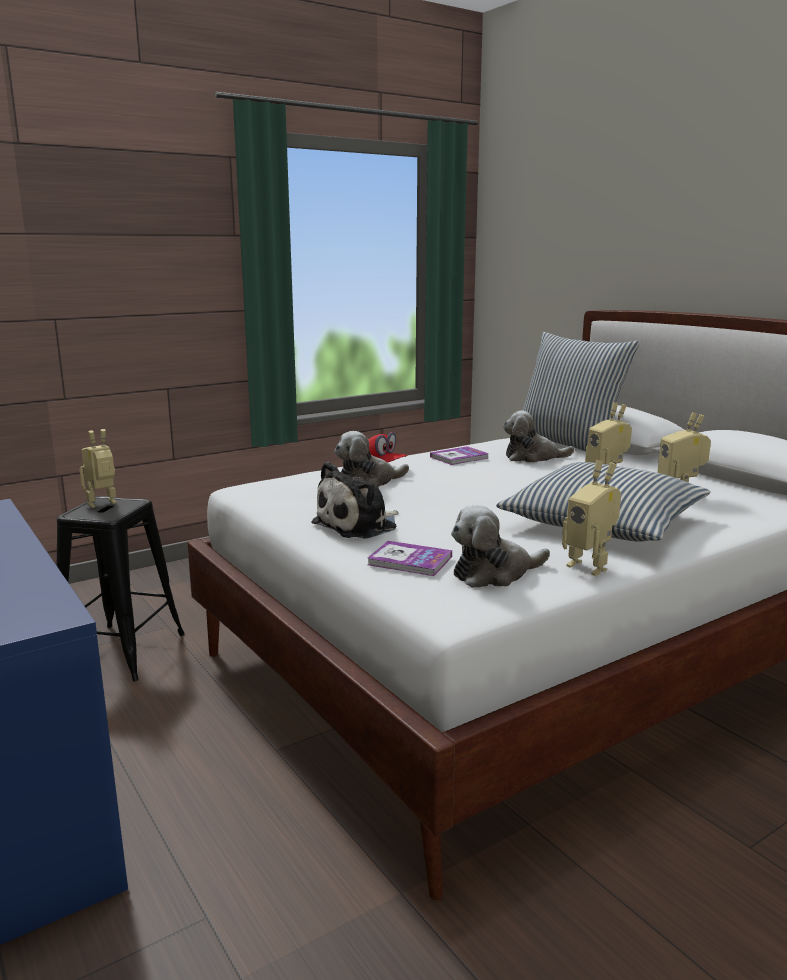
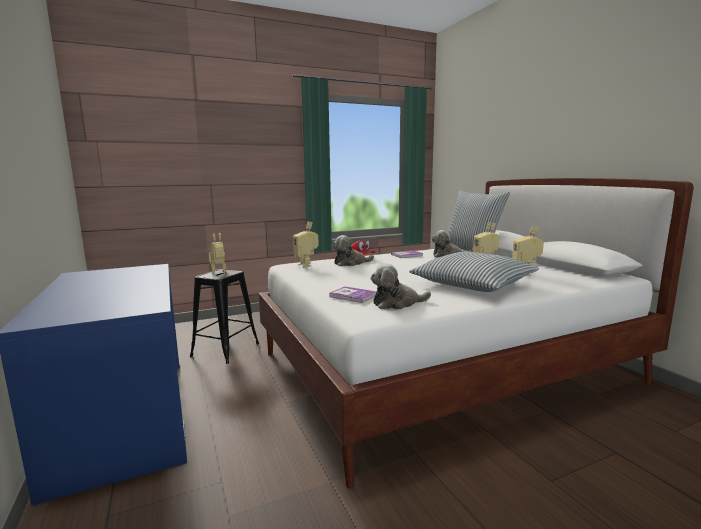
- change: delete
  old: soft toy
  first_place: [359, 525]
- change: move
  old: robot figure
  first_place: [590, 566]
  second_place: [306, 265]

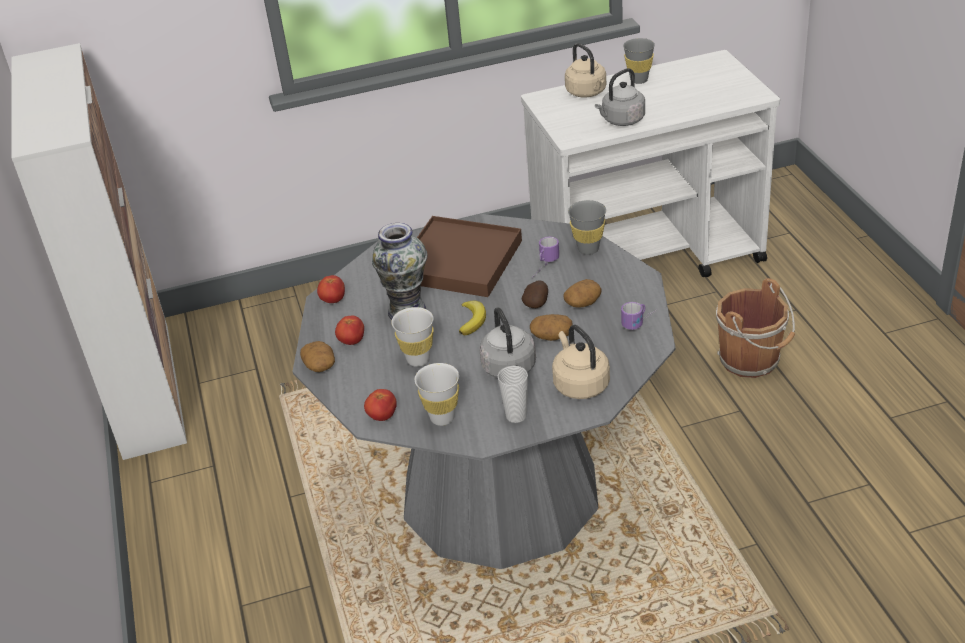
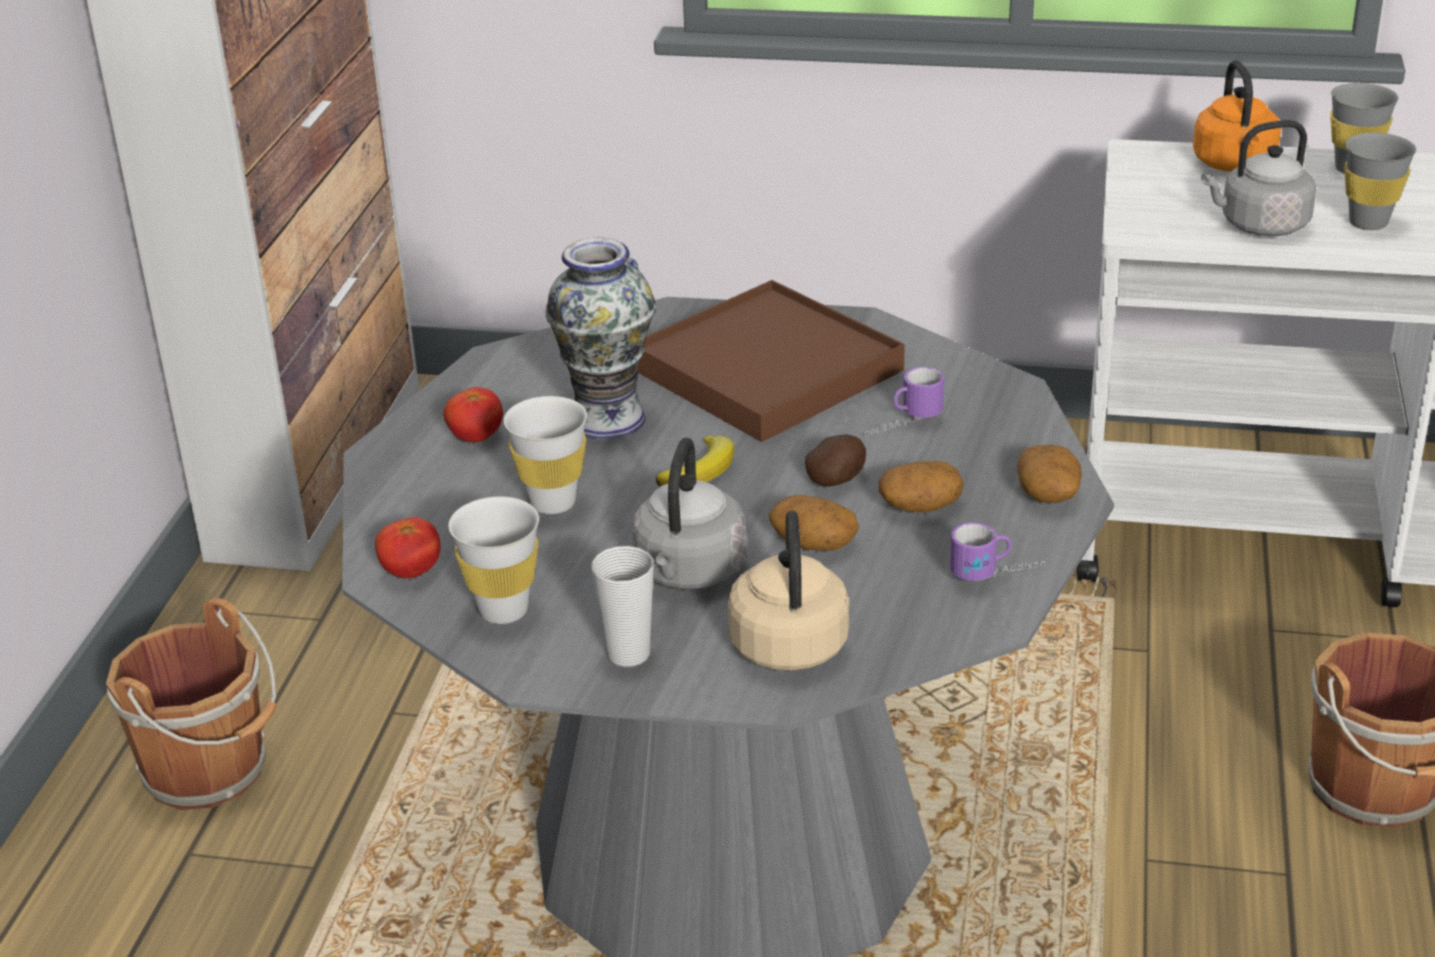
- change: move
  old: spud
  first_place: [320, 366]
  second_place: [1048, 494]
- change: delete
  old: tomato
  first_place: [333, 300]
- change: recolor
  old: beige water kettle
  new: orange-coloured water kettle
  first_place: [587, 93]
  second_place: [1235, 165]
- change: move
  old: greyish drinking cup
  first_place: [588, 249]
  second_place: [1368, 222]
- change: insert
  new: brown water bucket
  second_place: [210, 771]

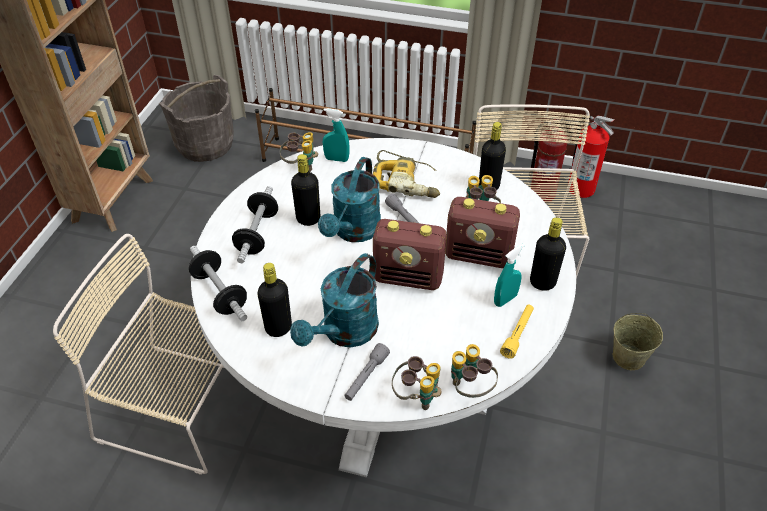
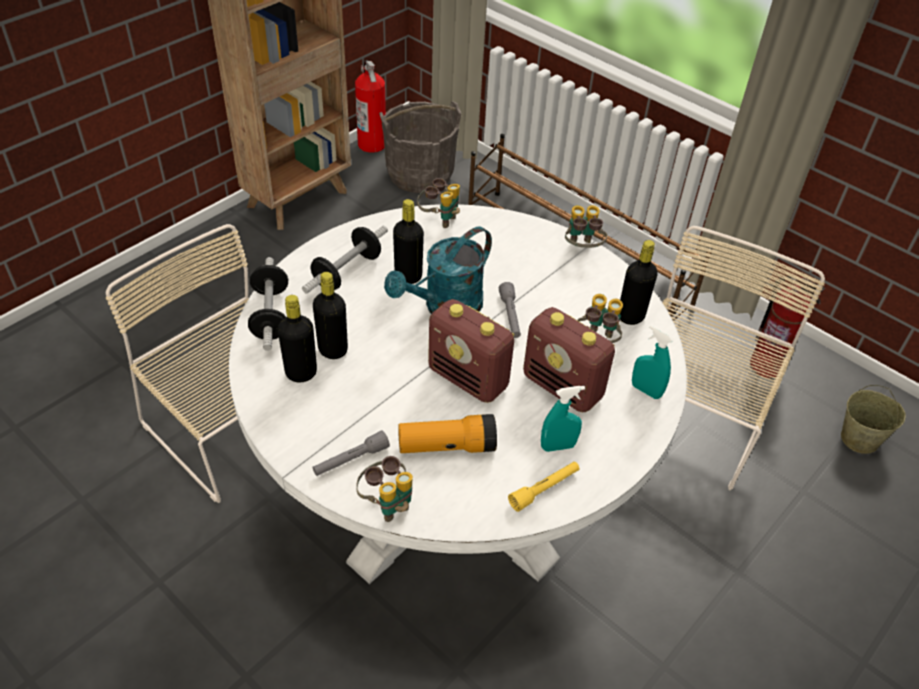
- change: delete
  old: turquoise-coloured sprinkling can
  first_place: [344, 333]
- change: move
  old: turquoise-coloured hand sprayer
  first_place: [336, 159]
  second_place: [646, 390]
- change: delete
  old: electric drill
  first_place: [407, 181]
- change: move
  old: field glasses
  first_place: [469, 388]
  second_place: [581, 249]
- change: move
  old: blackish bottle
  first_place: [542, 282]
  second_place: [333, 350]
- change: move
  old: fire extinguisher
  first_place: [580, 188]
  second_place: [372, 144]
- change: move
  old: beige water bucket
  first_place: [629, 356]
  second_place: [860, 439]
- change: insert
  new: hand torch
  second_place: [447, 446]

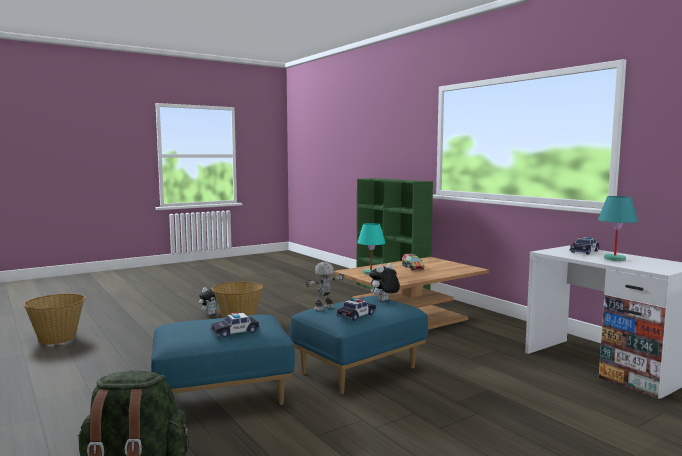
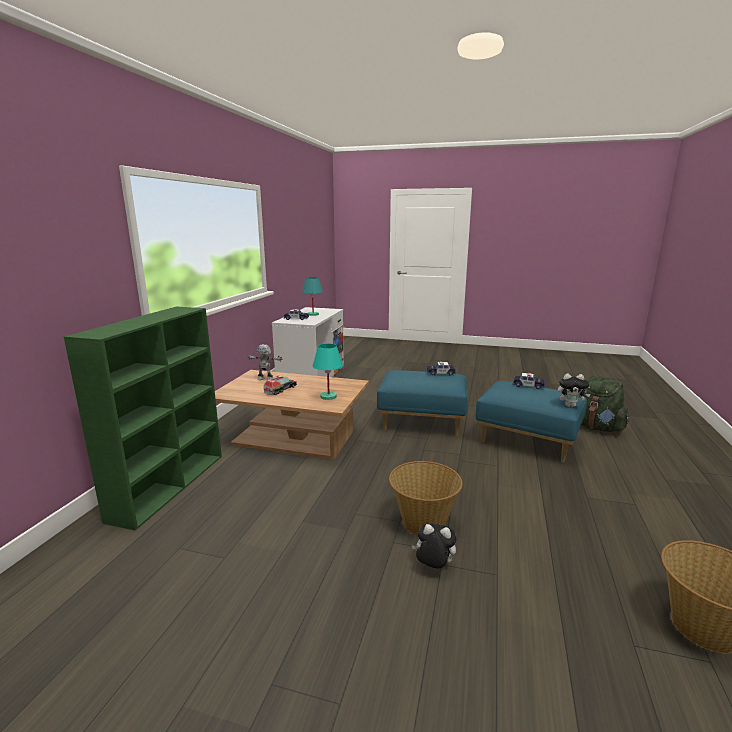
- change: move
  old: robot figure
  first_place: [324, 308]
  second_place: [265, 379]
- change: move
  old: soft toy
  first_place: [384, 301]
  second_place: [570, 405]

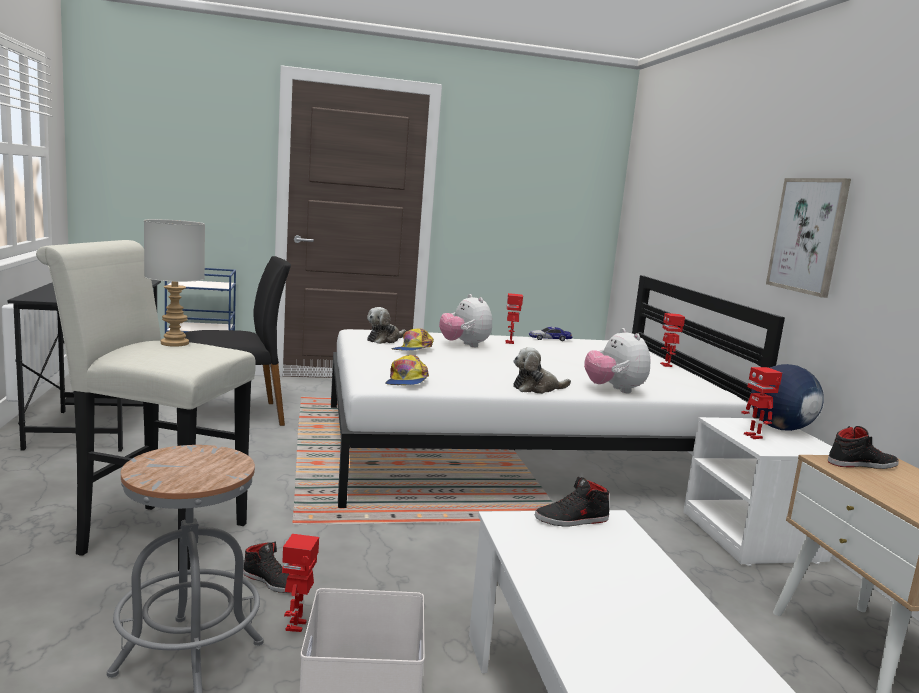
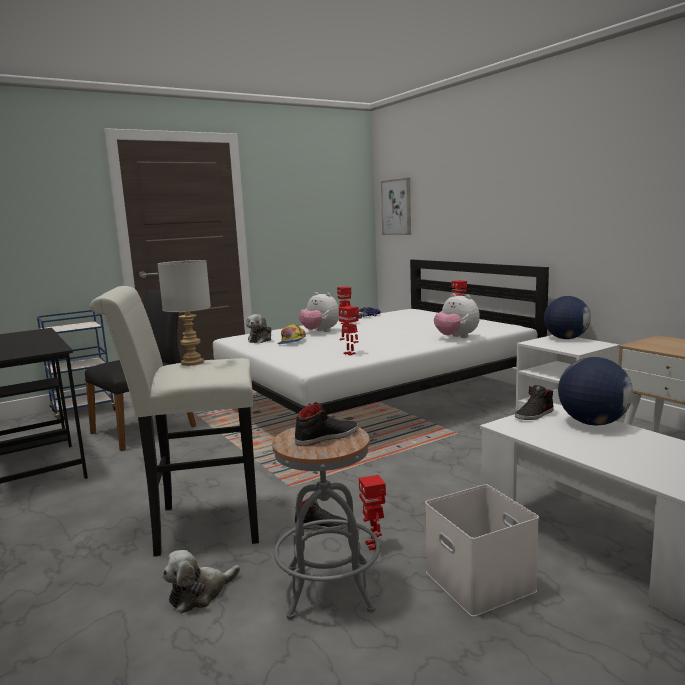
- change: delete
  old: baseball cap
  first_place: [406, 381]
- change: move
  old: soft toy
  first_place: [536, 388]
  second_place: [200, 594]
- change: move
  old: robot figure
  first_place: [754, 436]
  second_place: [350, 353]
- change: move
  old: wall picture
  first_place: [808, 235]
  second_place: [396, 207]
- change: move
  old: blackish low shoe
  first_place: [861, 464]
  second_place: [326, 437]
- change: insert
  new: world globe
  second_place: [592, 423]

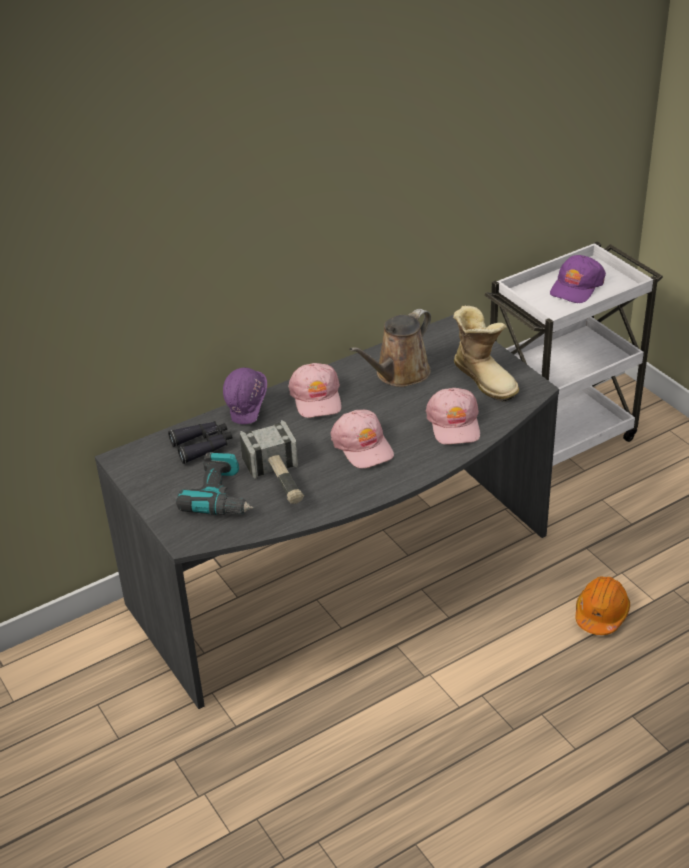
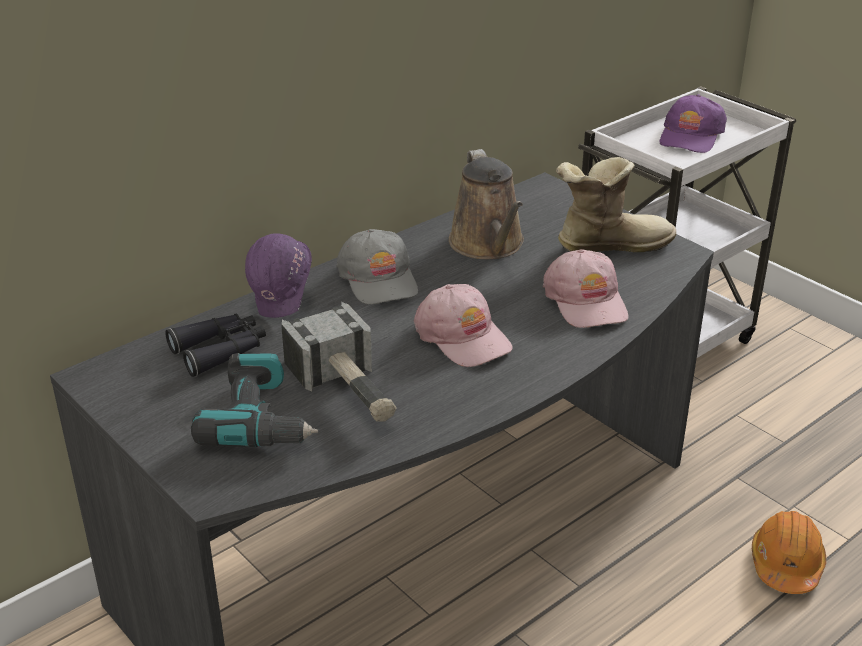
- change: recolor
  old: pinkish baseball cap
  new: greyish baseball cap
  first_place: [316, 398]
  second_place: [379, 279]
- change: rotate
  old: brown sprinkling can
  first_place: [399, 374]
  second_place: [488, 245]
  degrees: -45
- change: rotate
  old: tall boot
  first_place: [485, 378]
  second_place: [609, 244]
  degrees: -60

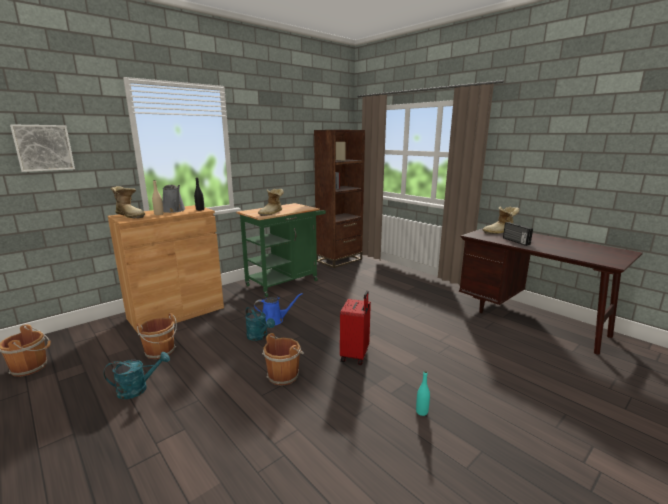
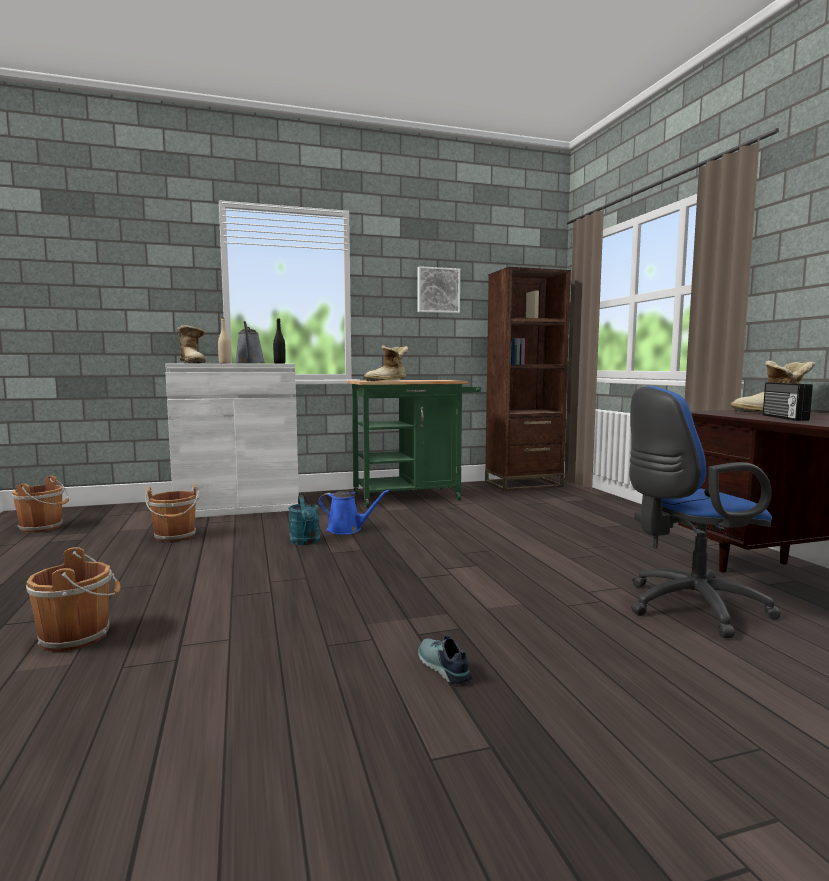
- change: move
  old: wall picture
  first_place: [43, 148]
  second_place: [438, 290]
- change: delete
  old: turquoise-coloured sprinkling can
  first_place: [138, 389]
- change: recolor
  old: brown cupboard
  new: whitish cupboard
  first_place: [176, 313]
  second_place: [238, 507]
- change: move
  old: brown water bucket
  first_place: [284, 375]
  second_place: [78, 636]
- change: delete
  old: red piece of luggage
  first_place: [355, 355]
- change: replace
  old: turquoise-coloured bottle
  new: low shoe
  first_place: [422, 412]
  second_place: [442, 667]
- change: insert
  new: blue-coloured computer chair
  second_place: [688, 607]

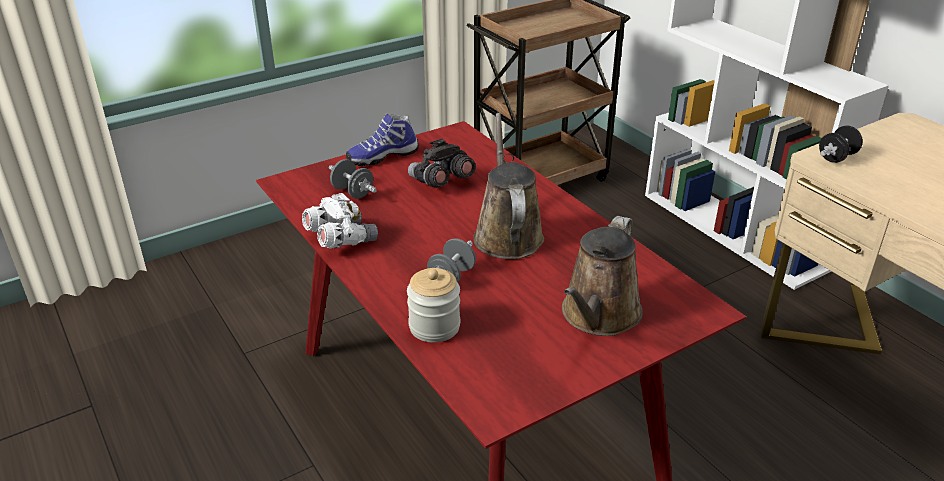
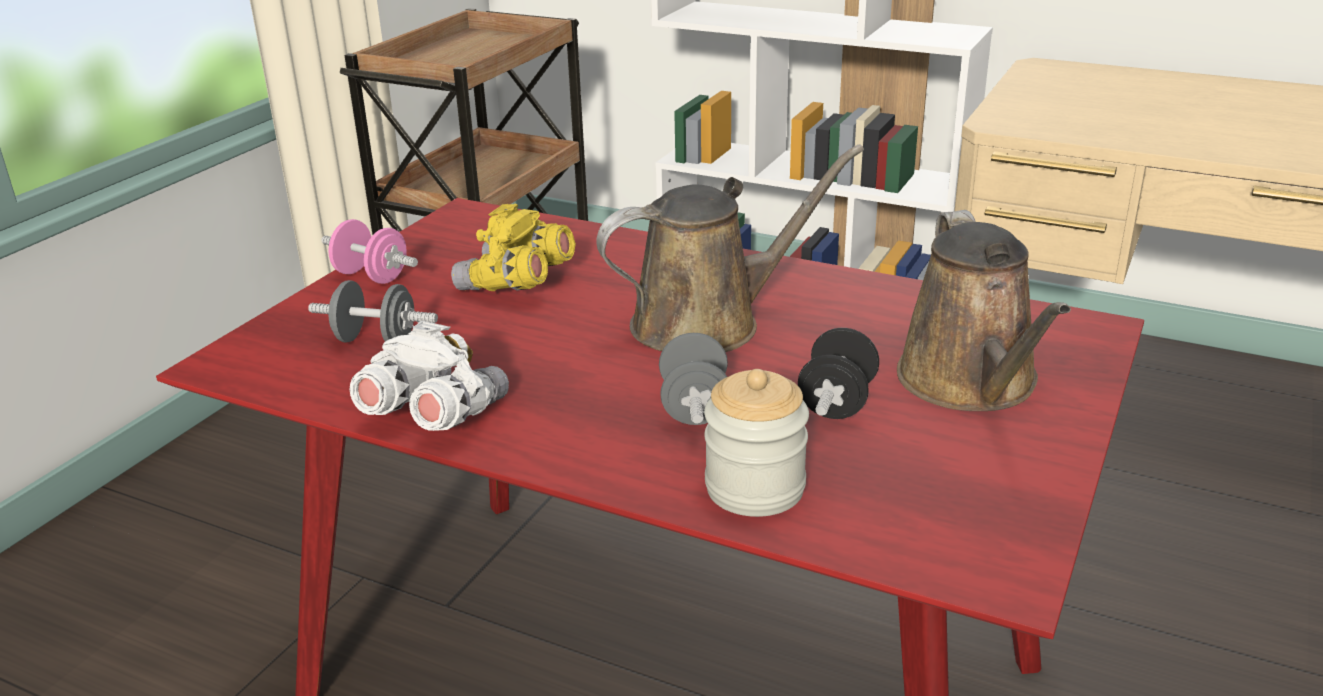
- change: replace
  old: low shoe
  new: pinkish free weight
  first_place: [382, 156]
  second_place: [371, 276]
- change: recolor
  old: greyish field glasses
  new: yellow field glasses
  first_place: [440, 182]
  second_place: [516, 284]
- change: rotate
  old: brown sprinkling can
  first_place: [507, 234]
  second_place: [708, 322]
  degrees: 105
- change: move
  old: blackish free weight
  first_place: [837, 157]
  second_place: [837, 402]

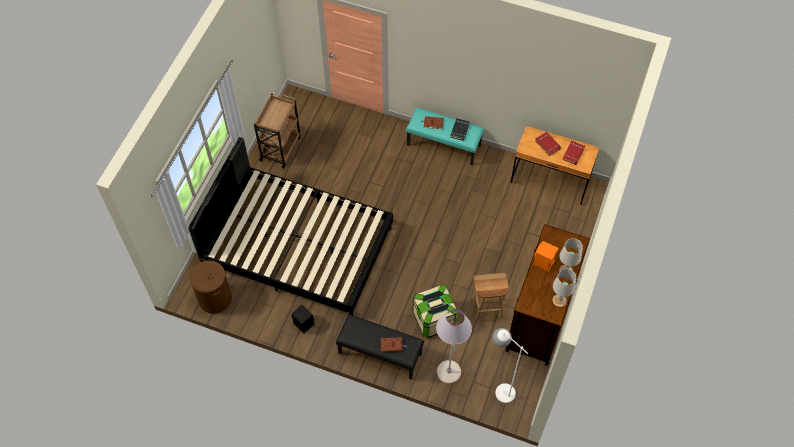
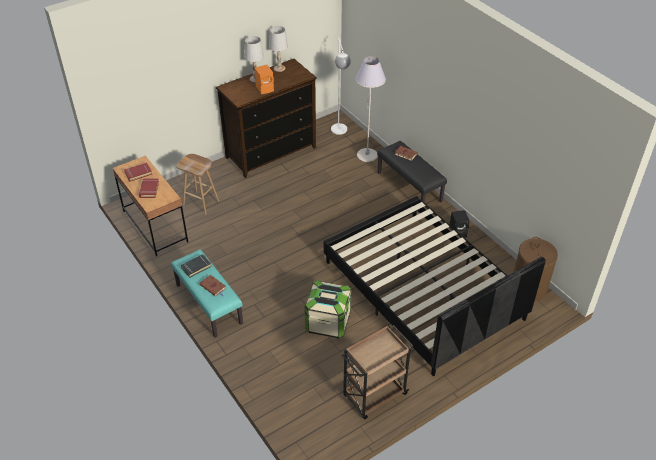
- change: move
  old: storage container
  first_place: [434, 319]
  second_place: [328, 322]
- change: move
  old: brown stool seat
  first_place: [486, 309]
  second_place: [201, 202]

